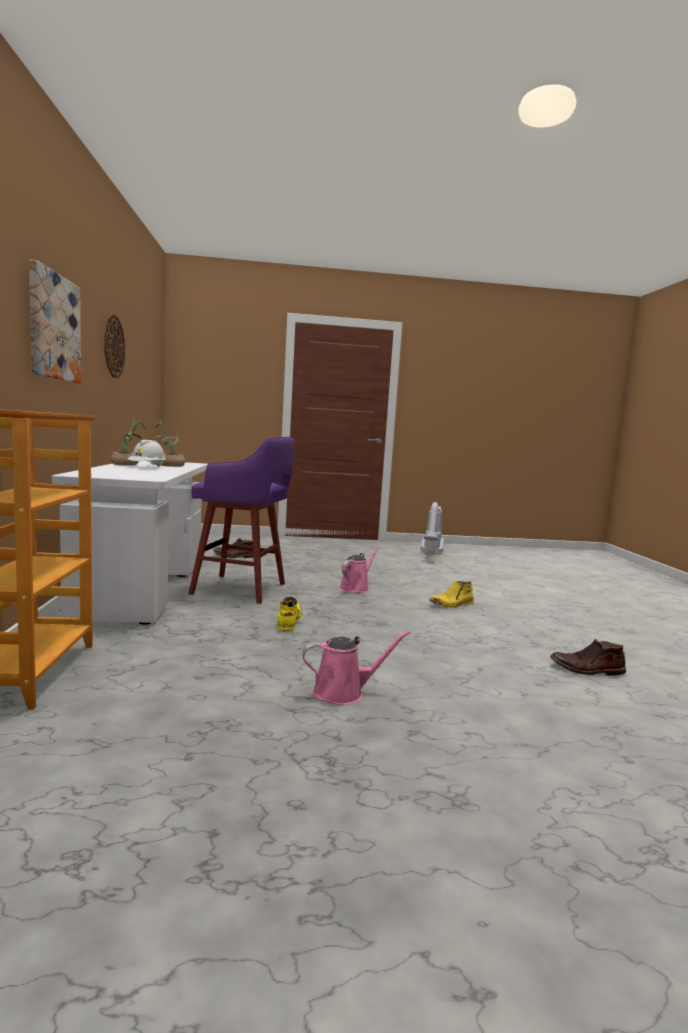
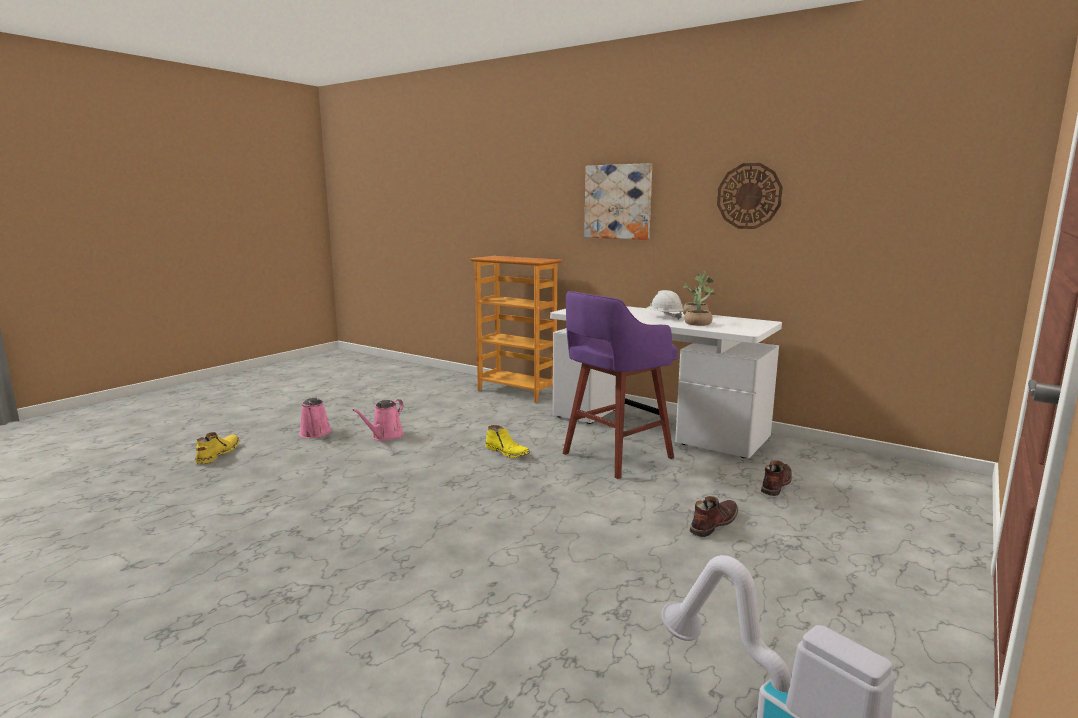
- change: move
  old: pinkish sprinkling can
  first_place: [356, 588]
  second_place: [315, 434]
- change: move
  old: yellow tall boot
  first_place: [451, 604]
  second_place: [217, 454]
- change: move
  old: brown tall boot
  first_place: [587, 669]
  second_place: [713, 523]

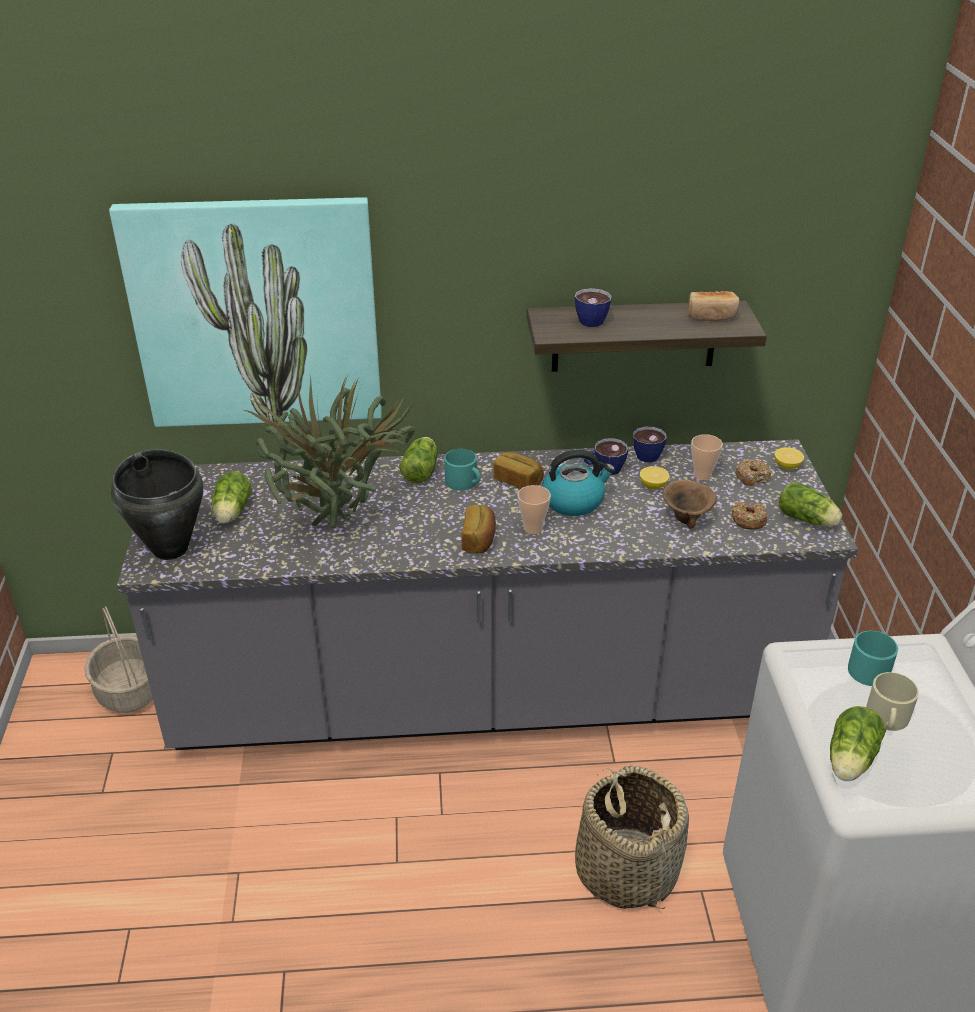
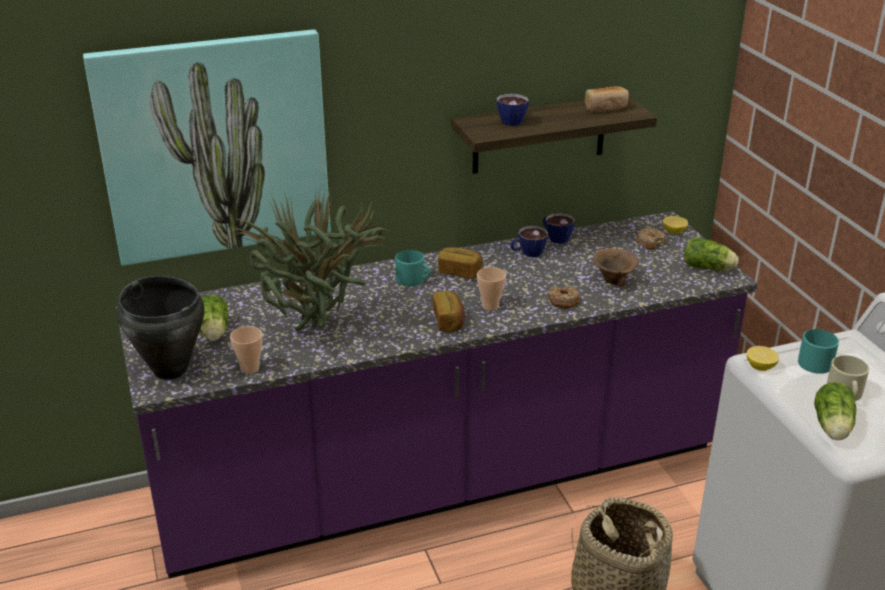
- change: delete
  old: basket
  first_place: [130, 691]
- change: recolor
  old: greyish kitchen counter
  new: purplish kitchen counter
  first_place: [487, 694]
  second_place: [442, 478]
- change: delete
  old: head of lettuce
  first_place: [421, 470]
- change: delete
  old: water kettle
  first_place: [574, 501]
- change: move
  old: lemon
  first_place: [653, 486]
  second_place: [760, 367]
- change: move
  old: drinking cup
  first_place: [702, 475]
  second_place: [250, 368]
- change: move
  old: ring doughnut
  first_place: [748, 520]
  second_place: [563, 301]

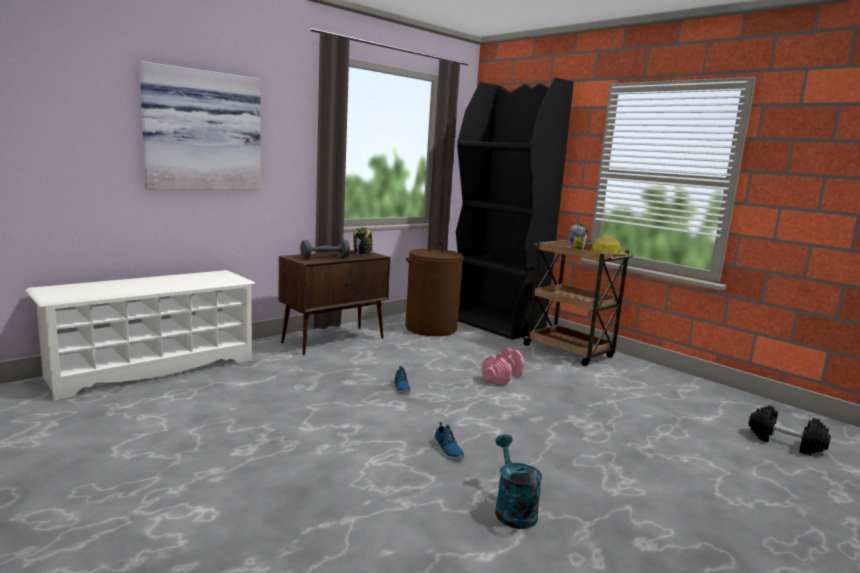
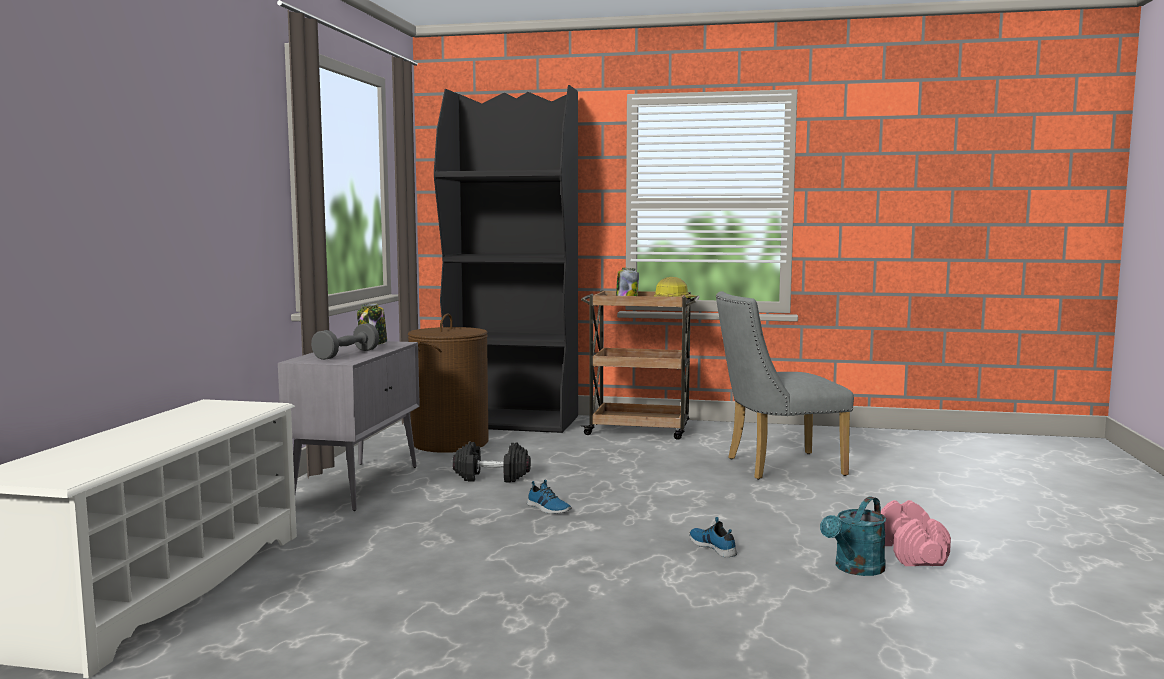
- change: delete
  old: wall picture
  first_place: [202, 131]
- change: recolor
  old: brown cupboard
  new: greyish cupboard
  first_place: [334, 340]
  second_place: [358, 485]
- change: rotate
  old: low shoe
  first_place: [447, 450]
  second_place: [713, 546]
  degrees: -150
- change: move
  old: pinkish free weight
  first_place: [502, 377]
  second_place: [912, 553]
- change: rotate
  old: turquoise-coloured sprinkling can
  first_place: [512, 509]
  second_place: [855, 569]
  degrees: -90
- change: move
  old: blackish free weight
  first_place: [785, 442]
  second_place: [491, 477]
- change: insert
  new: greyish chair
  second_place: [776, 467]

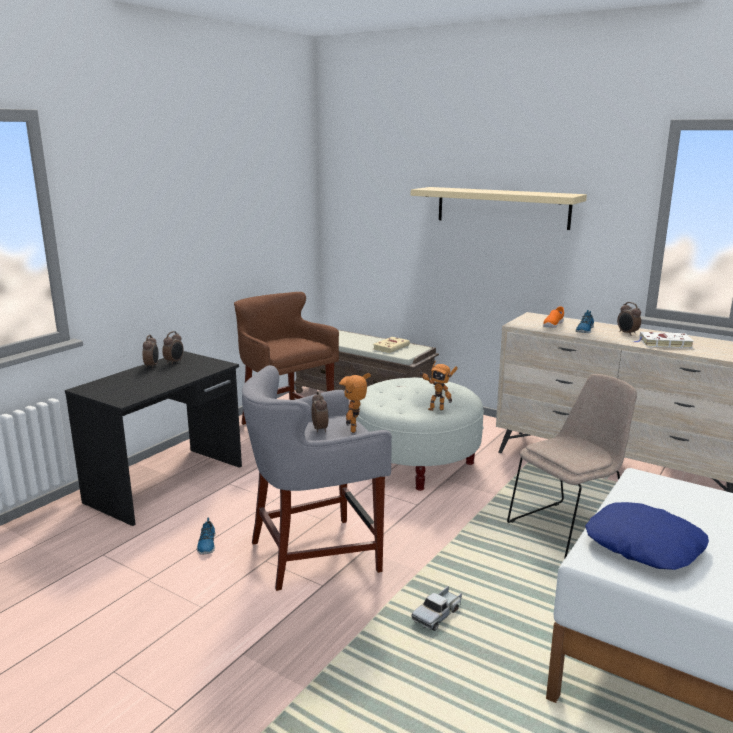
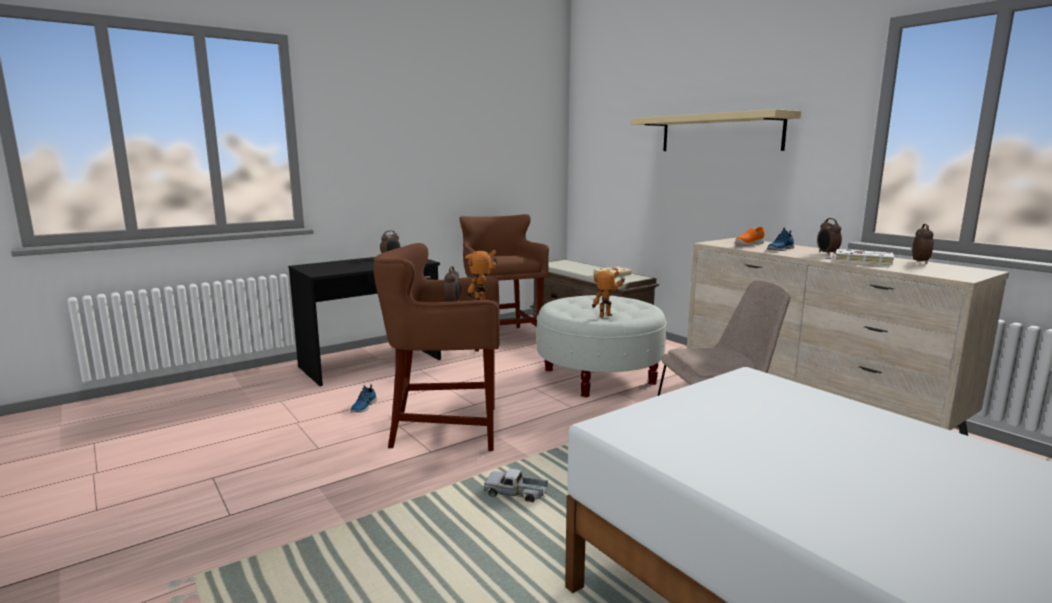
- change: move
  old: table clock
  first_place: [152, 366]
  second_place: [920, 262]
- change: recolor
  old: greyish stool seat
  new: brown stool seat
  first_place: [316, 554]
  second_place: [446, 428]
- change: rotate
  old: toy truck
  first_place: [437, 614]
  second_place: [516, 493]
  degrees: 45
- change: rotate
  old: robot figure
  first_place: [435, 409]
  second_place: [607, 317]
  degrees: 120
- change: delete
  old: blue-coloured throw pillow
  first_place: [644, 545]

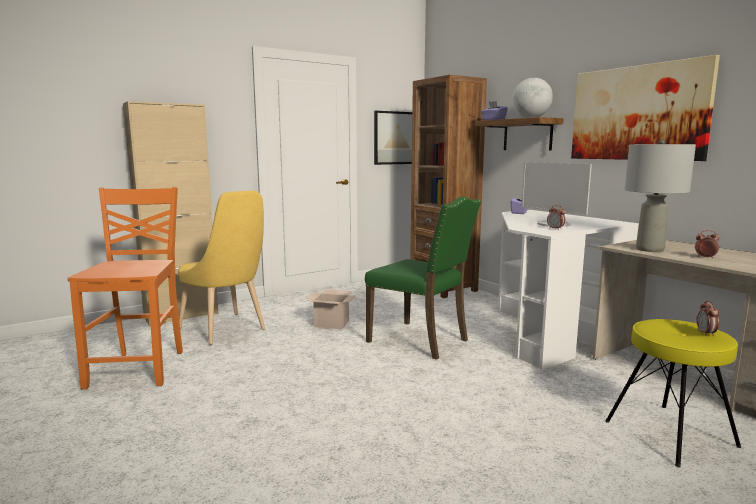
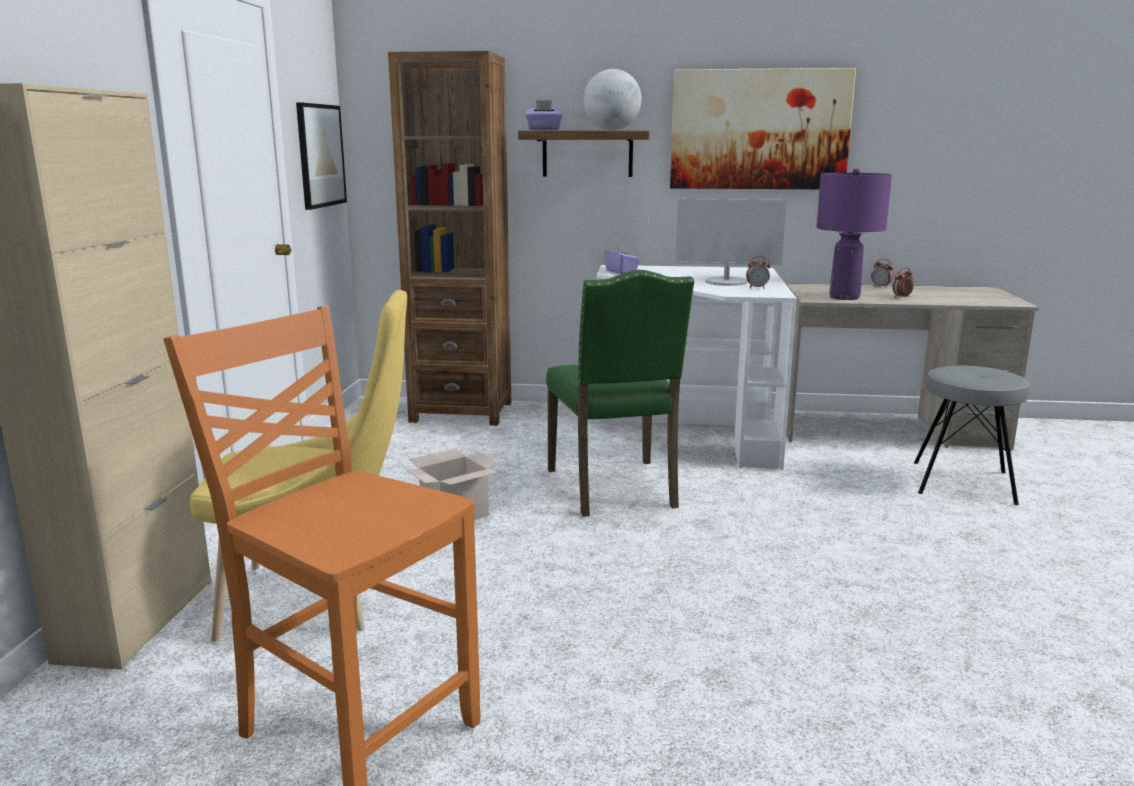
- change: rotate
  old: green-coloured chair
  first_place: [420, 340]
  second_place: [615, 489]
  degrees: 90
- change: recolor
  old: yellow stool seat
  new: greyish stool seat
  first_place: [669, 433]
  second_place: [962, 482]
- change: recolor
  old: greyish table lamp
  new: purplish table lamp
  first_place: [649, 249]
  second_place: [844, 297]
- change: move
  old: table clock
  first_place: [705, 333]
  second_place: [881, 286]

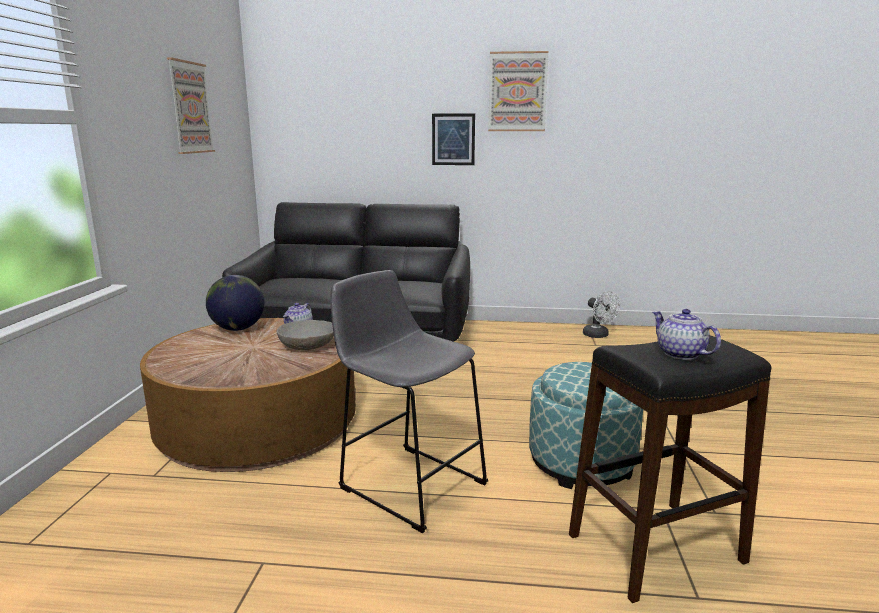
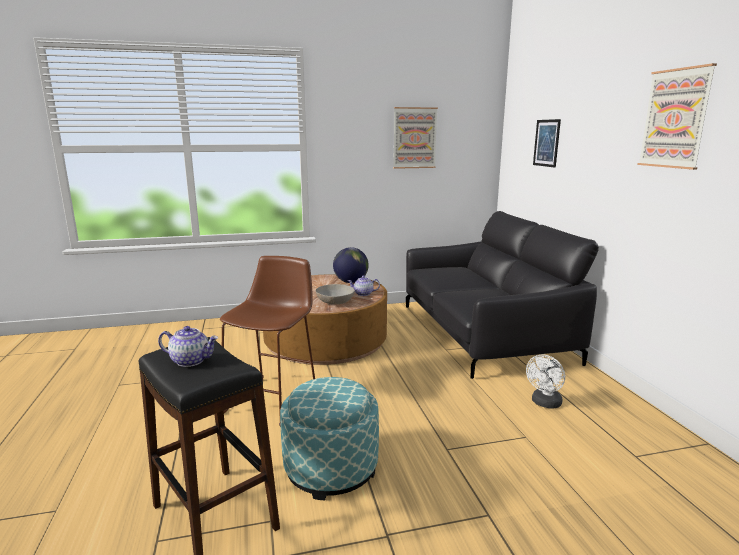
- change: recolor
  old: greyish stool seat
  new: brown stool seat
  first_place: [408, 482]
  second_place: [274, 398]
- change: move
  old: wall picture
  first_place: [453, 139]
  second_place: [546, 143]
- change: move
  old: whitish fan
  first_place: [598, 335]
  second_place: [544, 403]
- change: rotate
  old: pot for tea
  first_place: [680, 354]
  second_place: [191, 360]
  degrees: 60

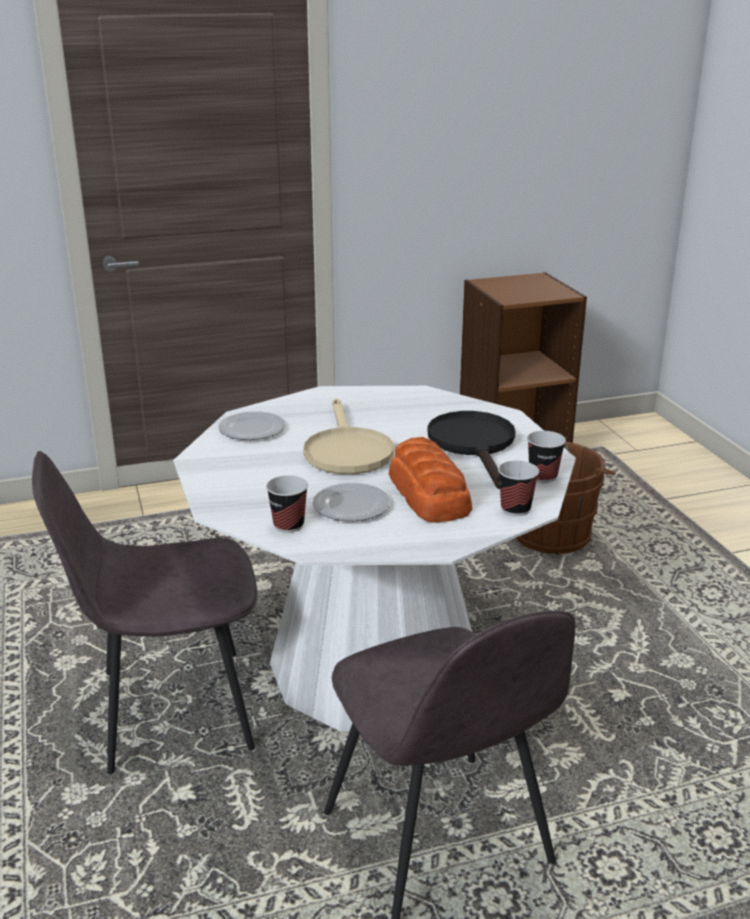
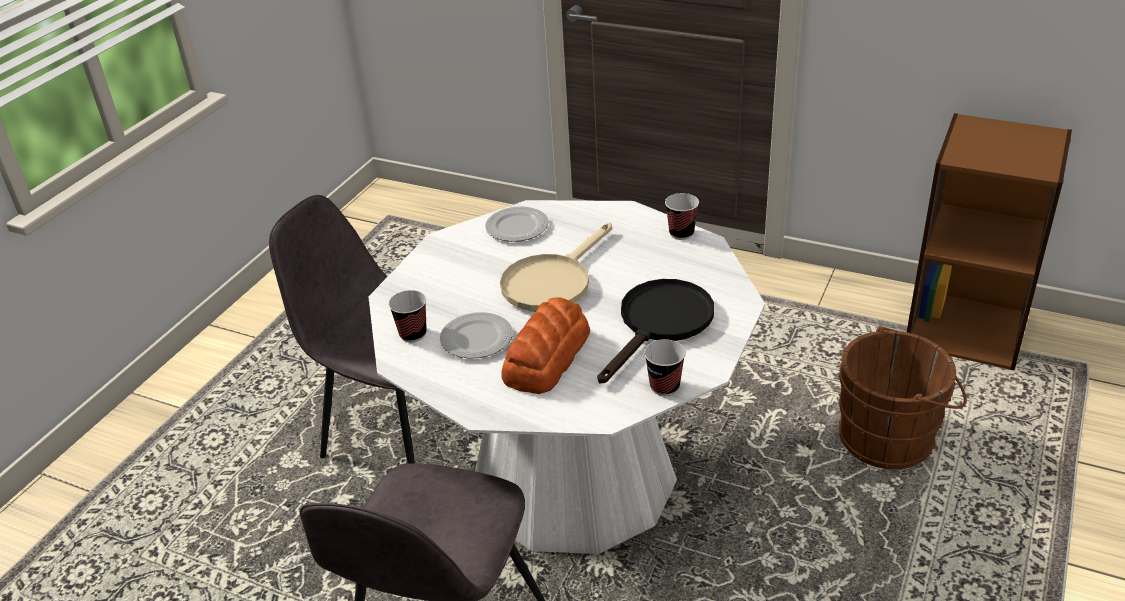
- change: move
  old: drinking cup
  first_place: [515, 509]
  second_place: [681, 233]

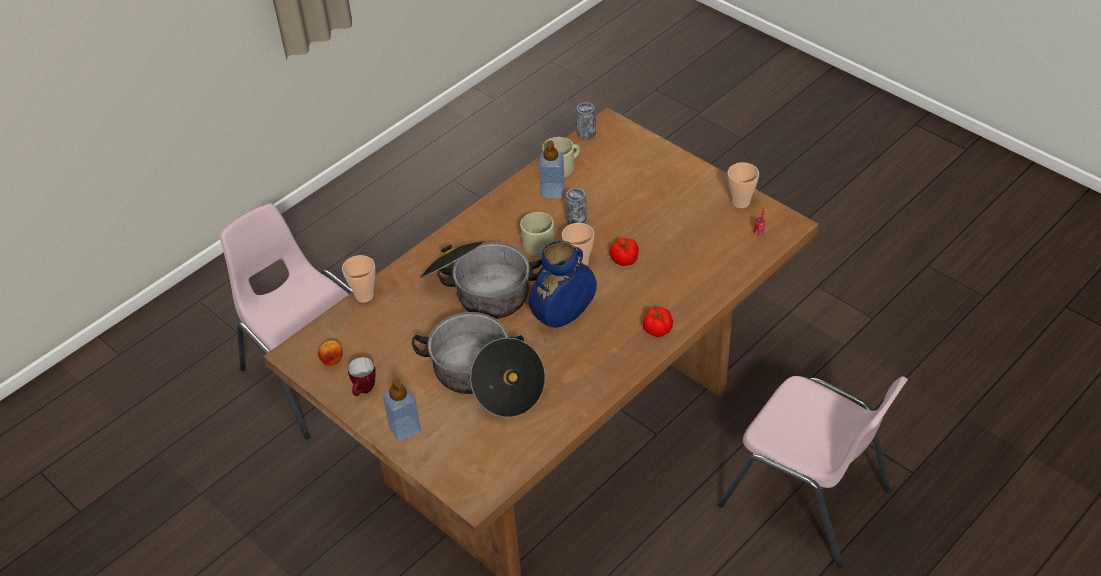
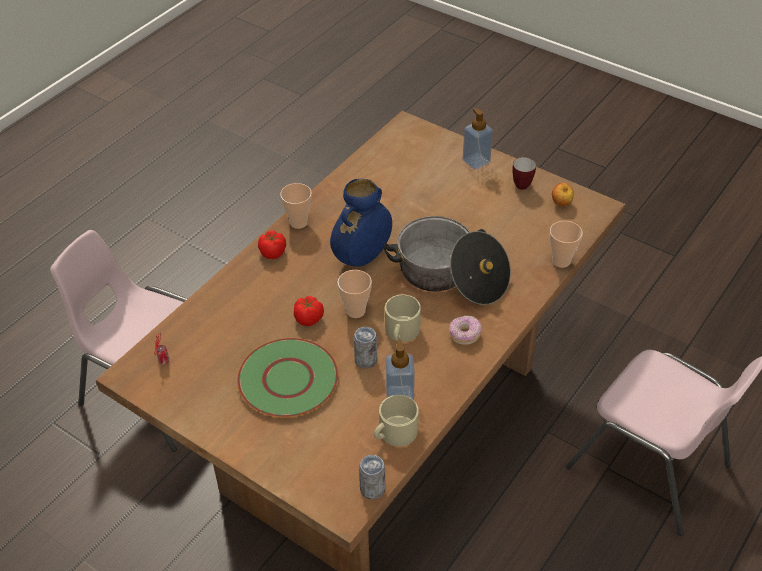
- change: delete
  old: cooking pot
  first_place: [484, 379]
- change: move
  old: drinking cup
  first_place: [741, 202]
  second_place: [298, 222]
- change: insert
  new: green-coloured plate
  second_place: [288, 379]
- change: insert
  new: ring doughnut
  second_place: [464, 335]

